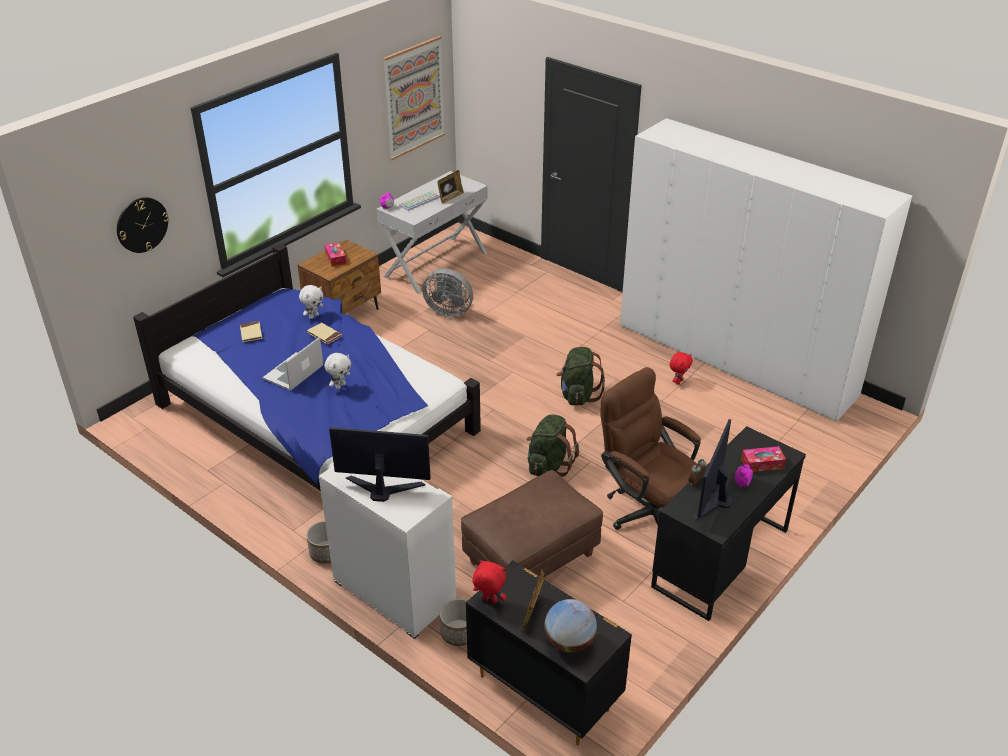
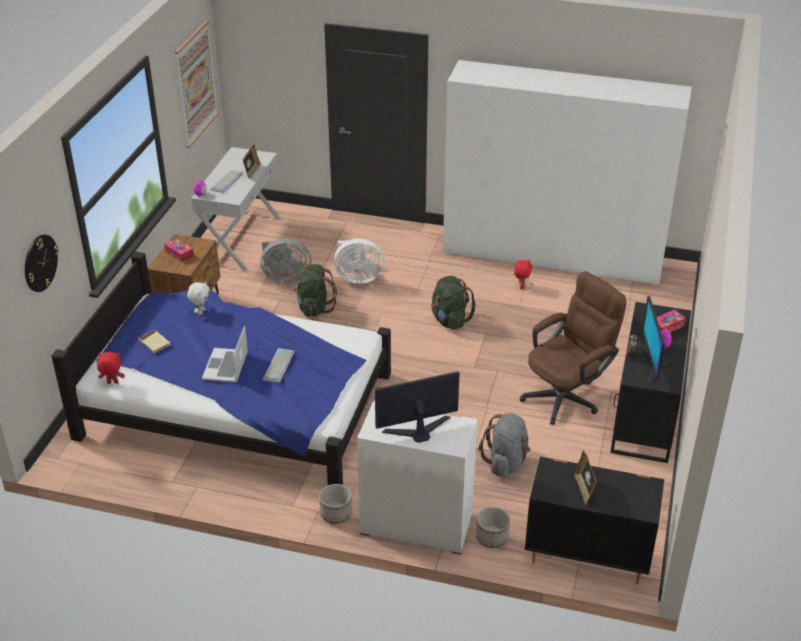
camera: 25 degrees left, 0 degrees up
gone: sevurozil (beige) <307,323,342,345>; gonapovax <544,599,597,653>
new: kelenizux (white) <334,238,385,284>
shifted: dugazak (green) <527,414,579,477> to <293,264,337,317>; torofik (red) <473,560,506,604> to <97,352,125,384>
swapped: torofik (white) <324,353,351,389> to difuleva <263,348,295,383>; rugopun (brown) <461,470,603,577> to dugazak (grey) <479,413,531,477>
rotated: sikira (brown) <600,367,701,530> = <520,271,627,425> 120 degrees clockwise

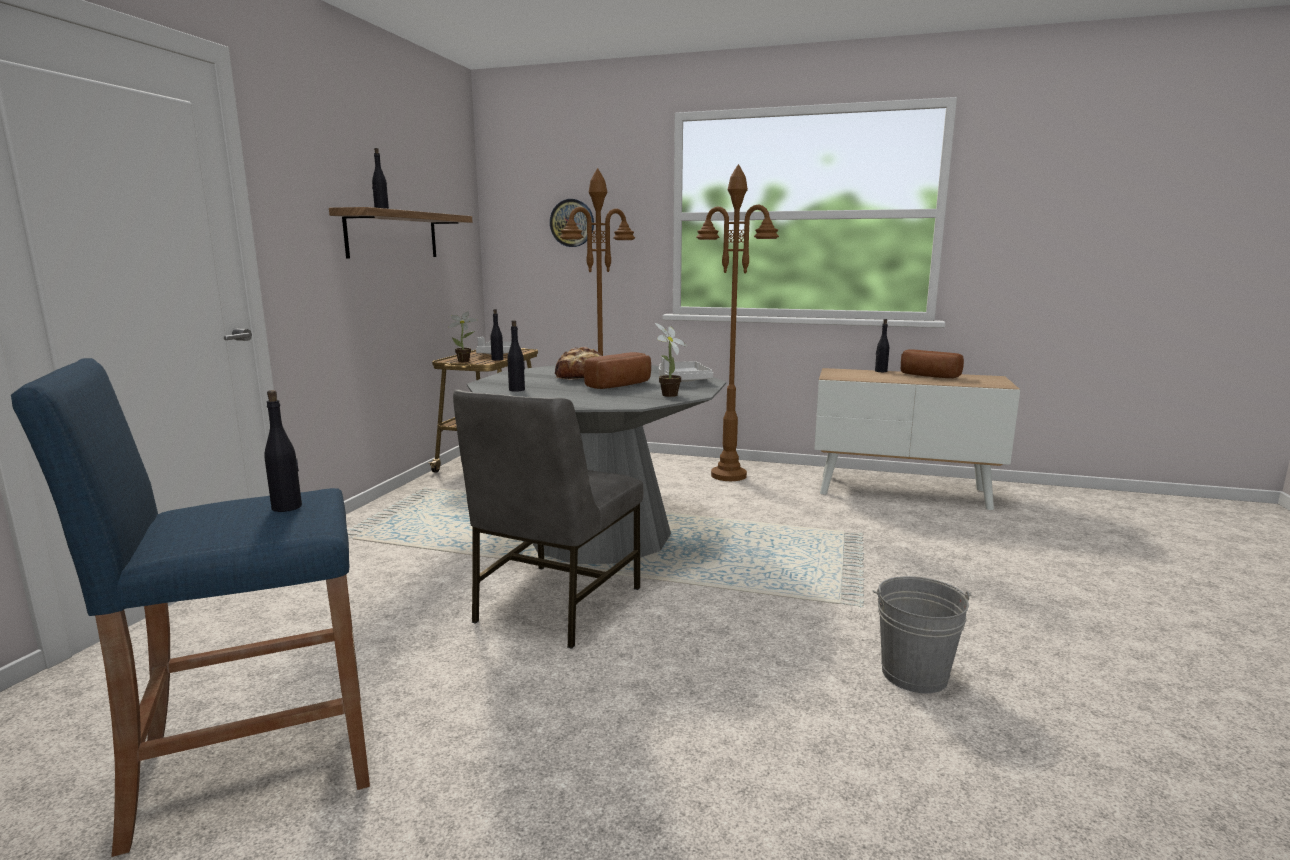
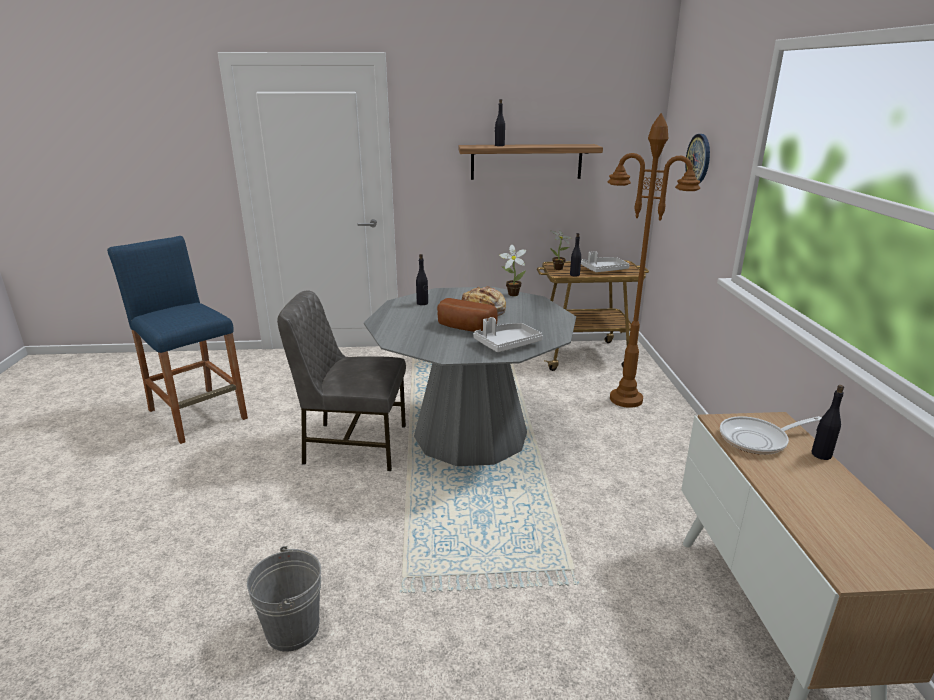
camera: 70 degrees right, 10 degrees up
gone: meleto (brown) <696,164,779,481>; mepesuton <901,350,964,378>; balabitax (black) <264,390,302,512>
new: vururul <720,416,822,455>
shifted: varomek <655,323,687,397> to <499,244,527,296>

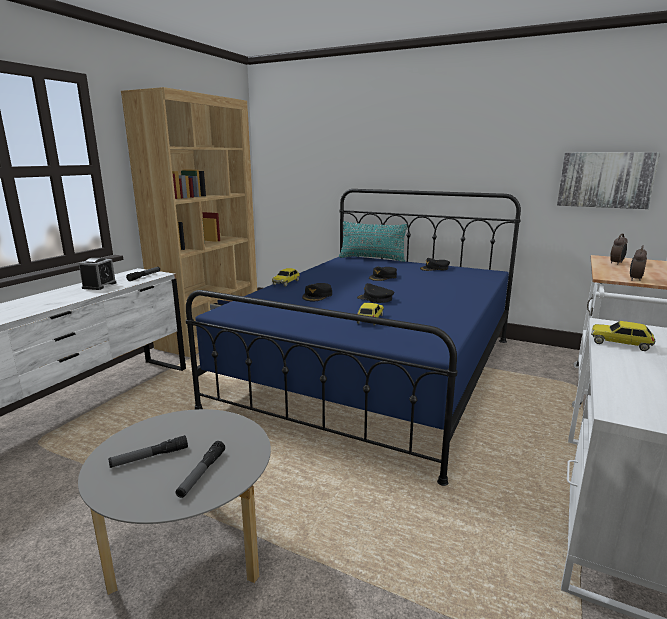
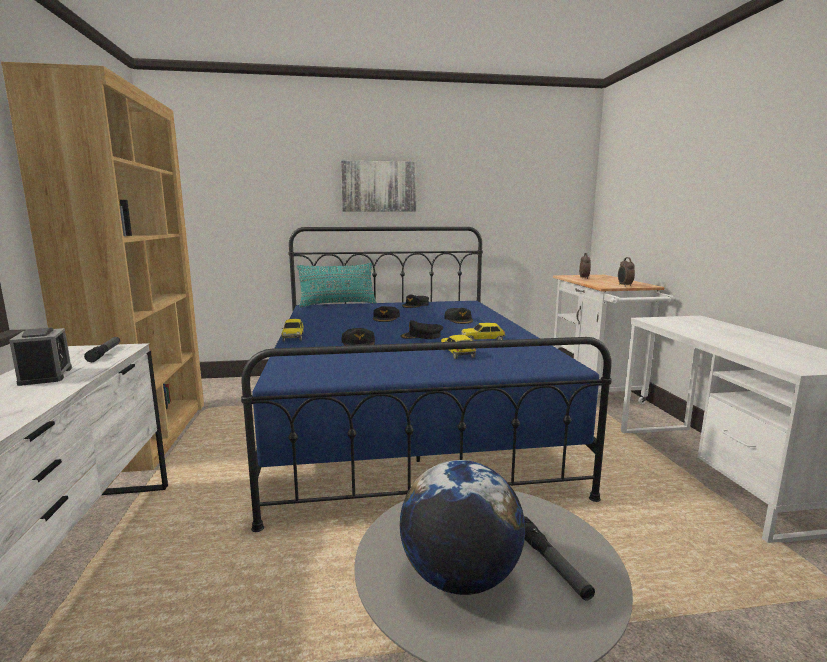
camera: 35 degrees left, 5 degrees down
new: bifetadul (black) <444,308,473,324>
shifted: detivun <557,152,660,209> to <341,160,417,212>; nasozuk <591,321,656,351> to <461,323,506,341>
swapped: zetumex <108,435,188,468> to gonapovax <400,460,525,595>

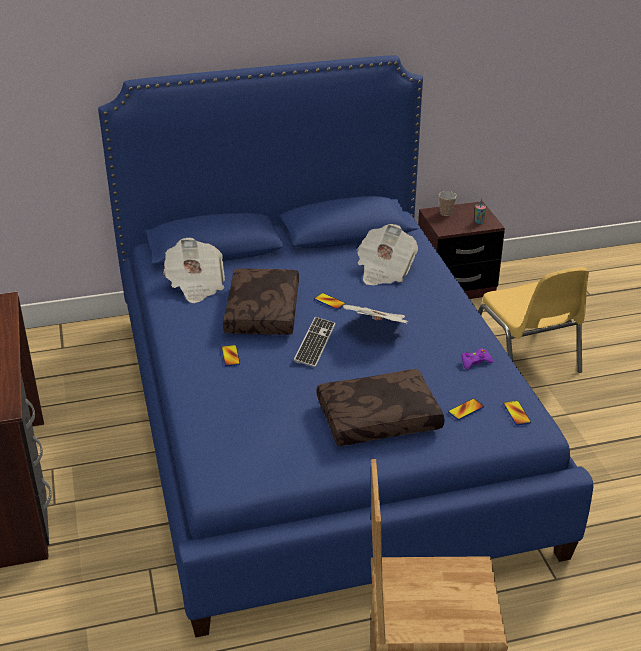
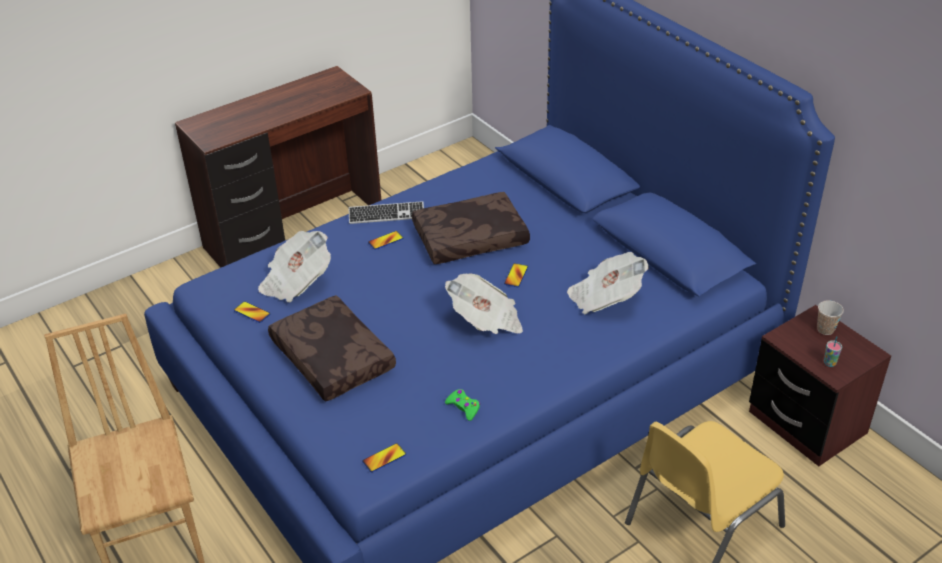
camera: 70 degrees right, 5 degrees up
shifted: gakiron <163,238,225,303> to <258,231,331,302>; difuleva <293,317,336,367> to <348,201,424,224>; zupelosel <448,398,484,420> to <234,301,270,323>
repainted: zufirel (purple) <462,348,493,370> to zufirel (green) <445,389,480,421>

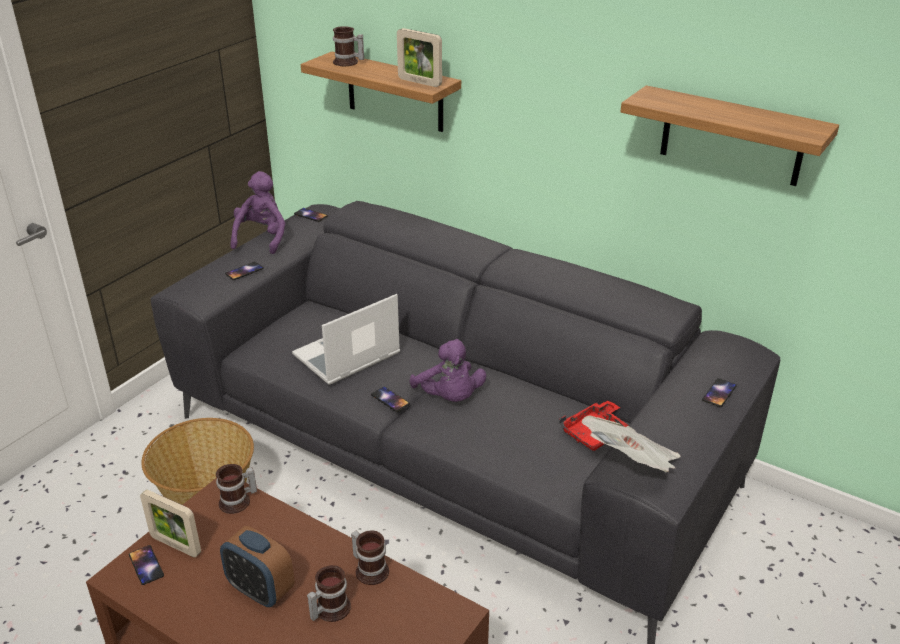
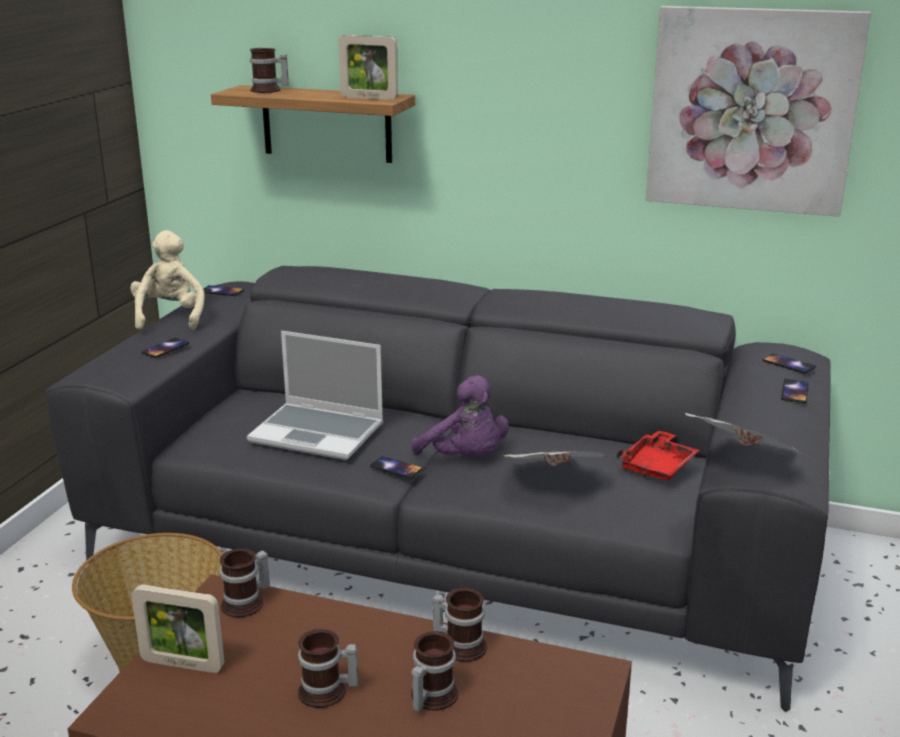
camera: 15 degrees left, 10 degrees down
new: gakiron <503,451,606,466>
shifted: zupelosel <129,545,164,585> to <763,353,816,374>
swapped: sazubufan <621,85,839,186> to detivun <646,6,871,217>; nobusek <220,526,295,607> to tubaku <298,629,359,708>
repainted: torofik (purple) <230,171,285,254> to torofik (beige) <130,230,204,330>
rotated: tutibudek <292,294,400,385> = <247,331,384,460> 105 degrees counterclockwise

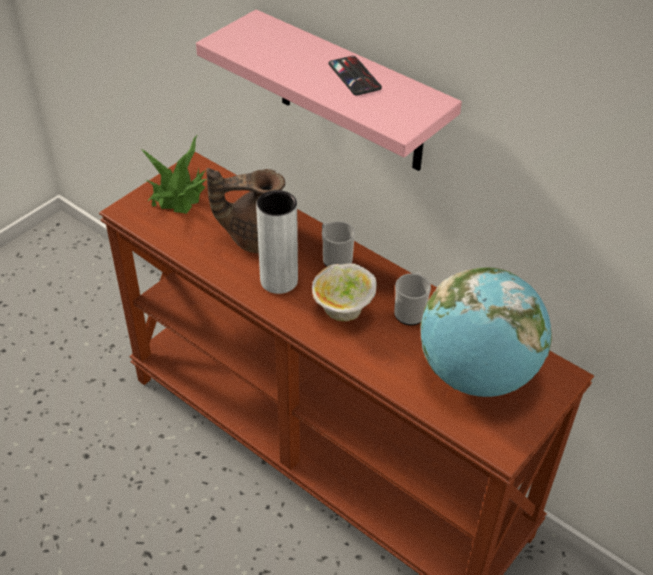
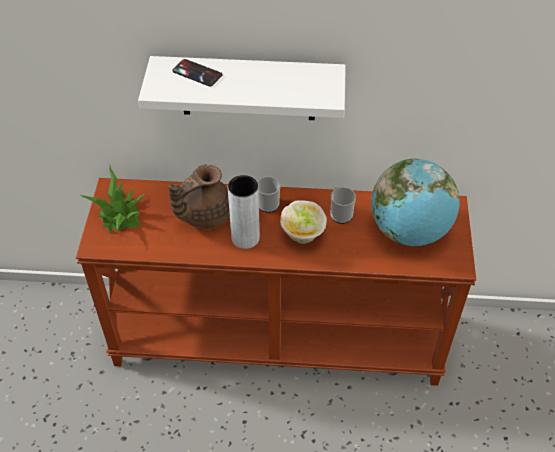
camera: 35 degrees left, 5 degrees up
shifted: zupelosel <329,56,382,95> to <172,59,223,87>
repainted: sazubufan (pink) <196,9,462,171> to sazubufan (white) <138,56,346,120>

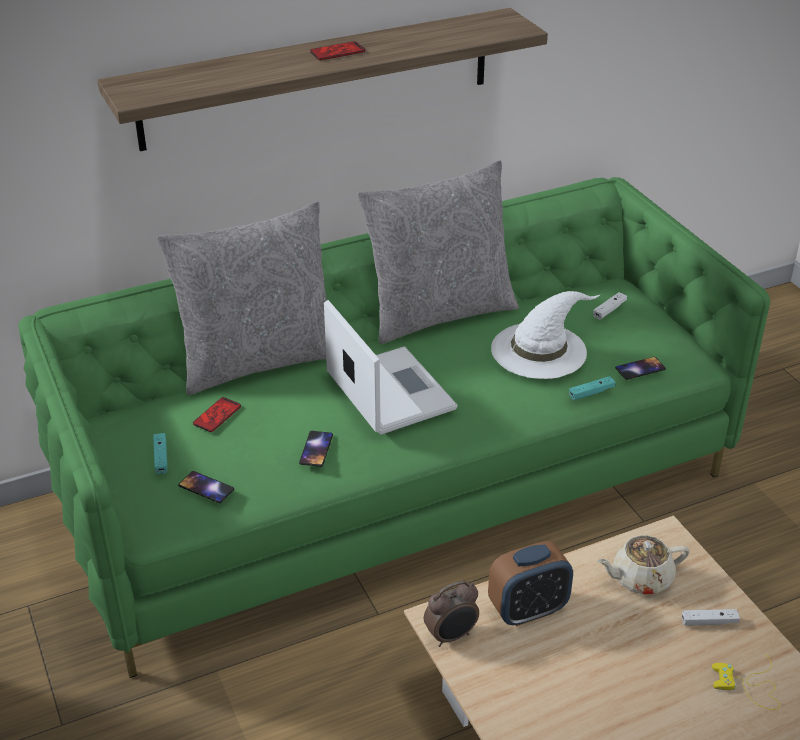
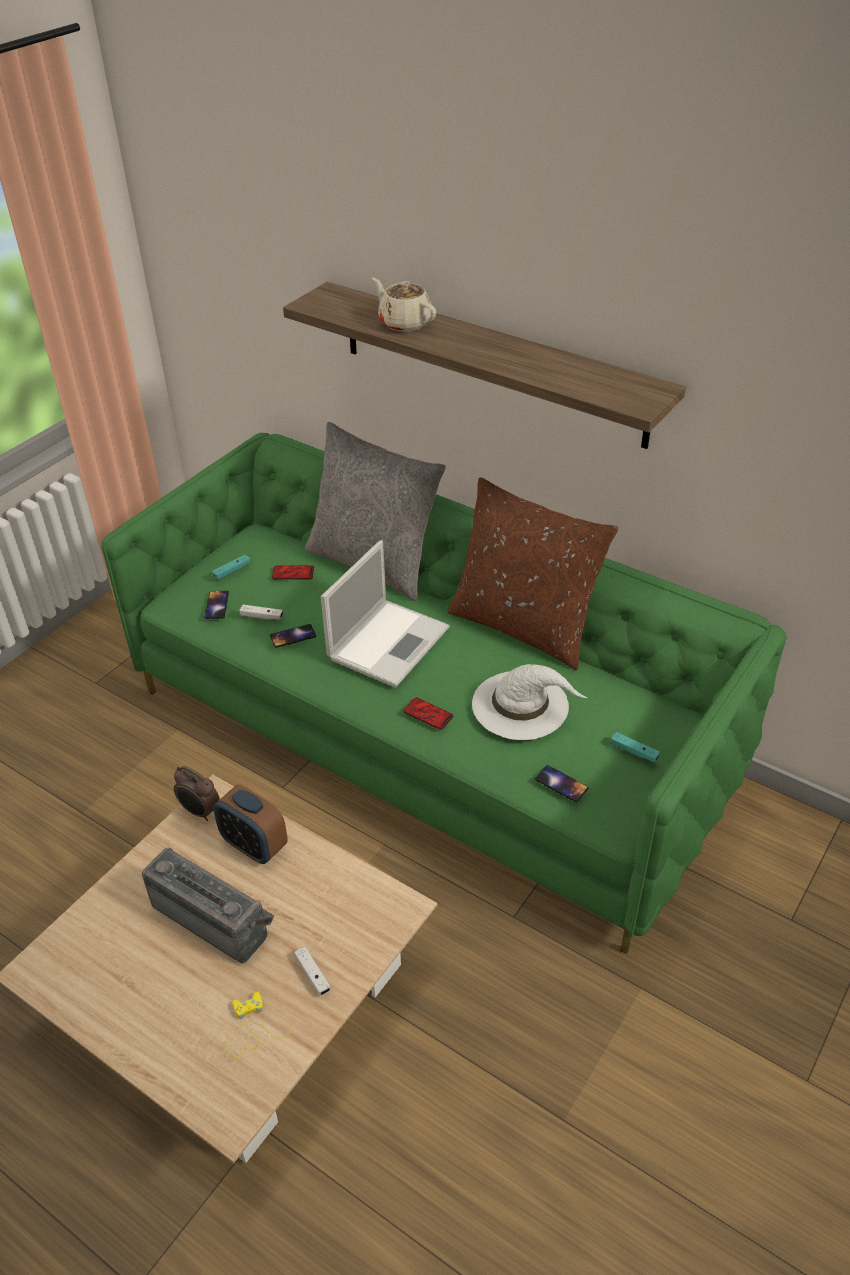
camera: 60 degrees right, 5 degrees up
new: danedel <142,847,274,963>
shifted: zupelosel <310,41,365,60> to <403,698,453,730>; zufirel (white) <593,292,627,320> to <239,605,283,620>; zufirel (turquoise) <569,376,616,400> to <611,732,660,762>; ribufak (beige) <597,535,689,594> to <372,278,436,332>
repainted: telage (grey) <357,160,519,344> to telage (brown) <447,477,618,670>

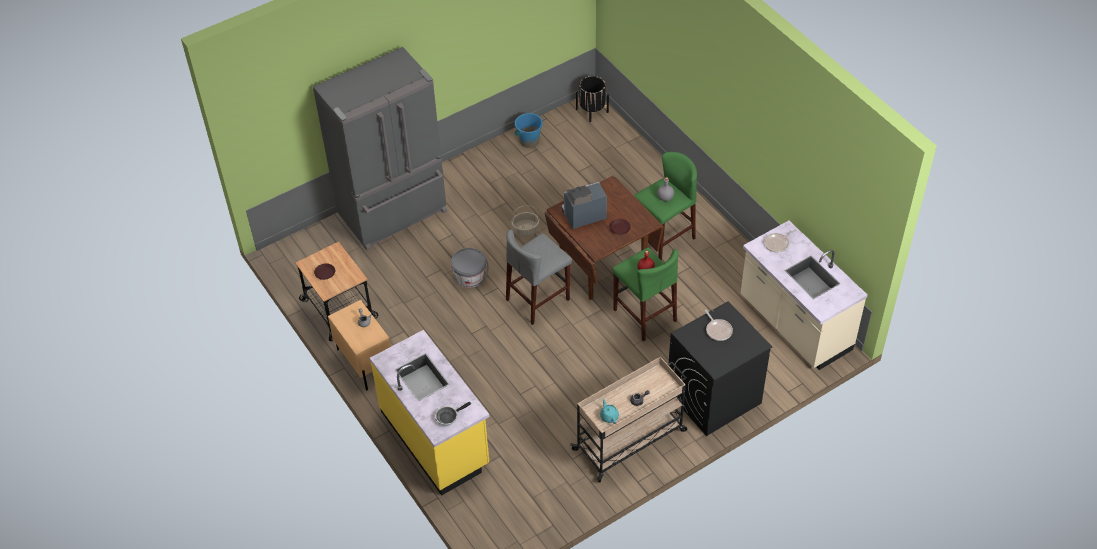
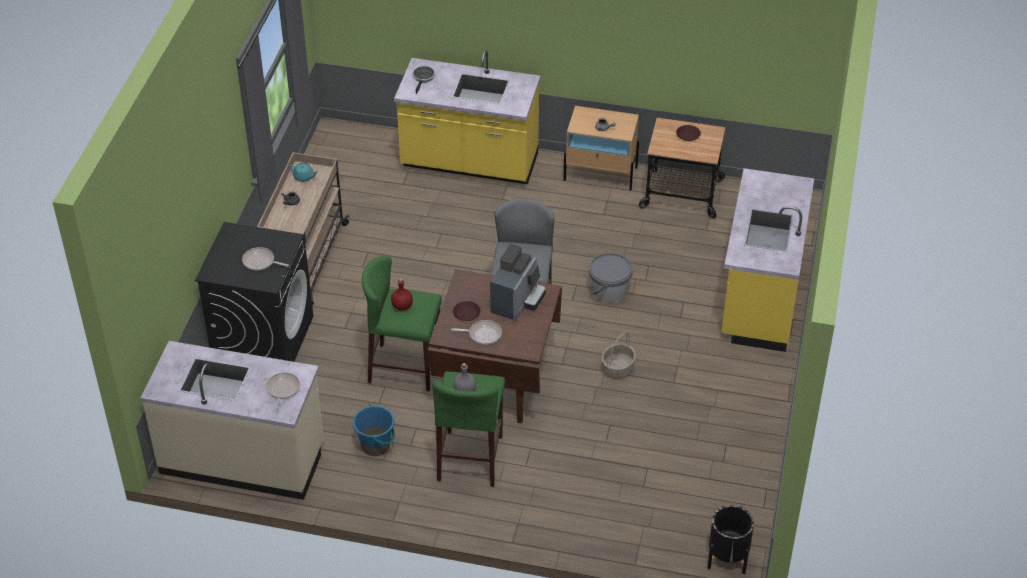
camera: 135 degrees right, 5 degrees down
new: vururul <451,320,502,345>
shifted: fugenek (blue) <514,113,543,148> to <353,405,395,456>
swapped: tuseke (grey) <313,47,447,250> to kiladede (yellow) <721,168,814,352>

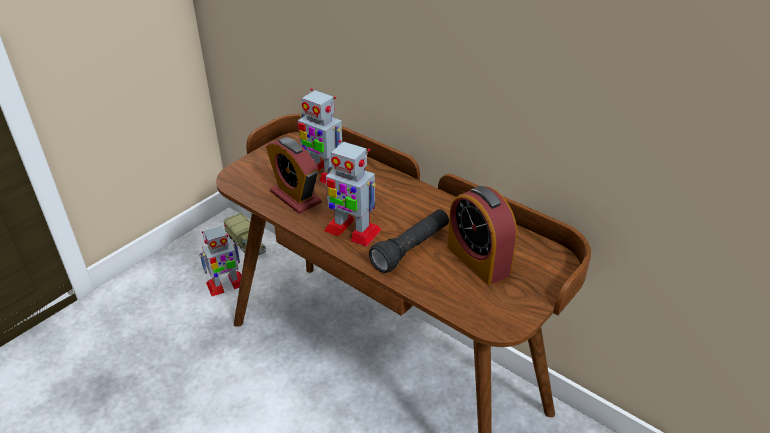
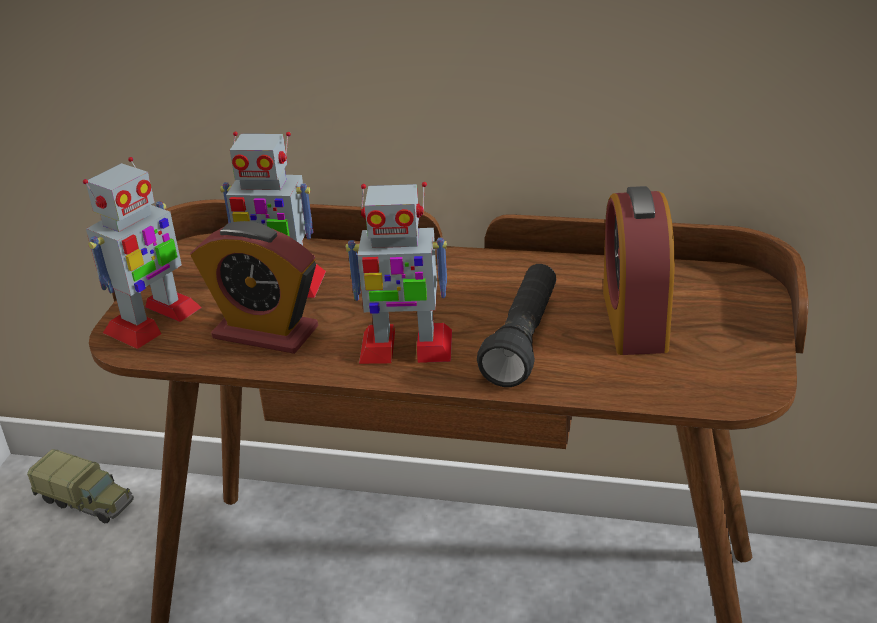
camera: 25 degrees left, 5 degrees down
shifted: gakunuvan <199,225,241,296> to <83,157,202,349>
rotated: nobusek <447,186,517,285> = <603,186,675,355> 60 degrees clockwise

